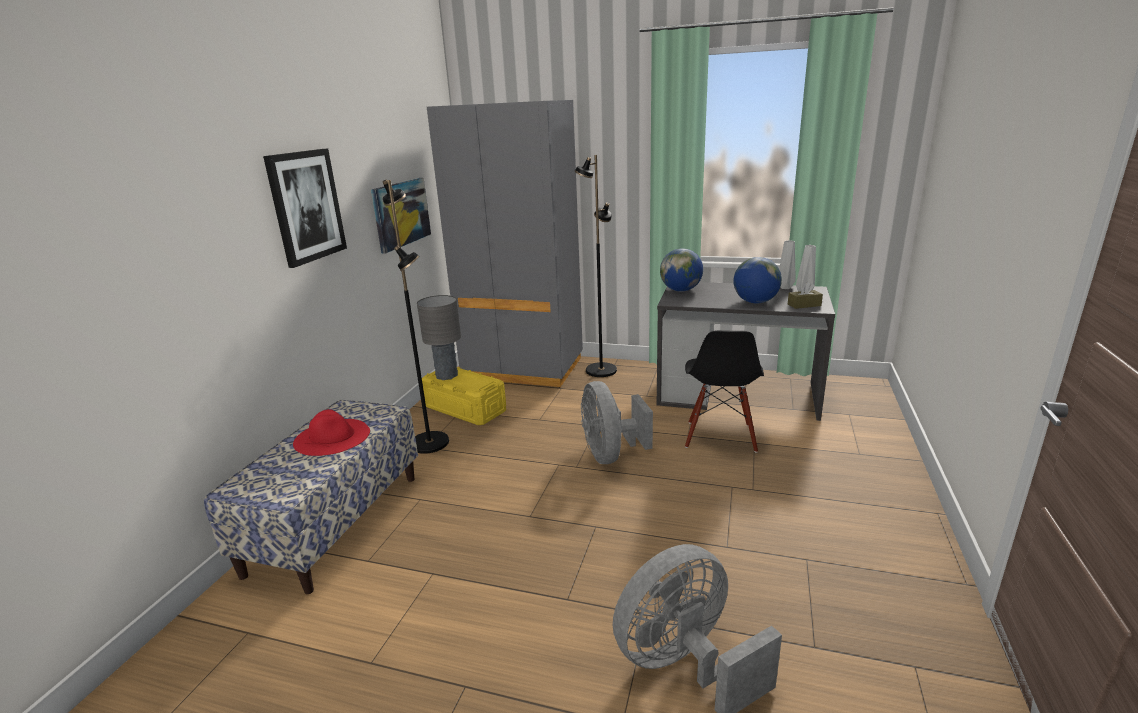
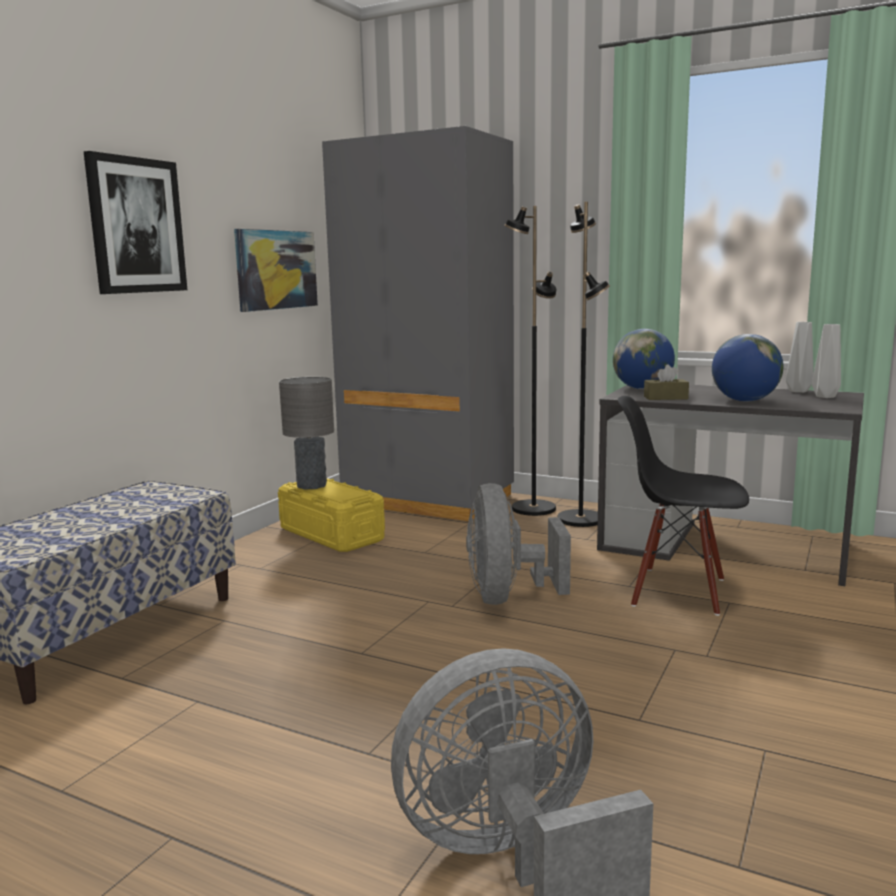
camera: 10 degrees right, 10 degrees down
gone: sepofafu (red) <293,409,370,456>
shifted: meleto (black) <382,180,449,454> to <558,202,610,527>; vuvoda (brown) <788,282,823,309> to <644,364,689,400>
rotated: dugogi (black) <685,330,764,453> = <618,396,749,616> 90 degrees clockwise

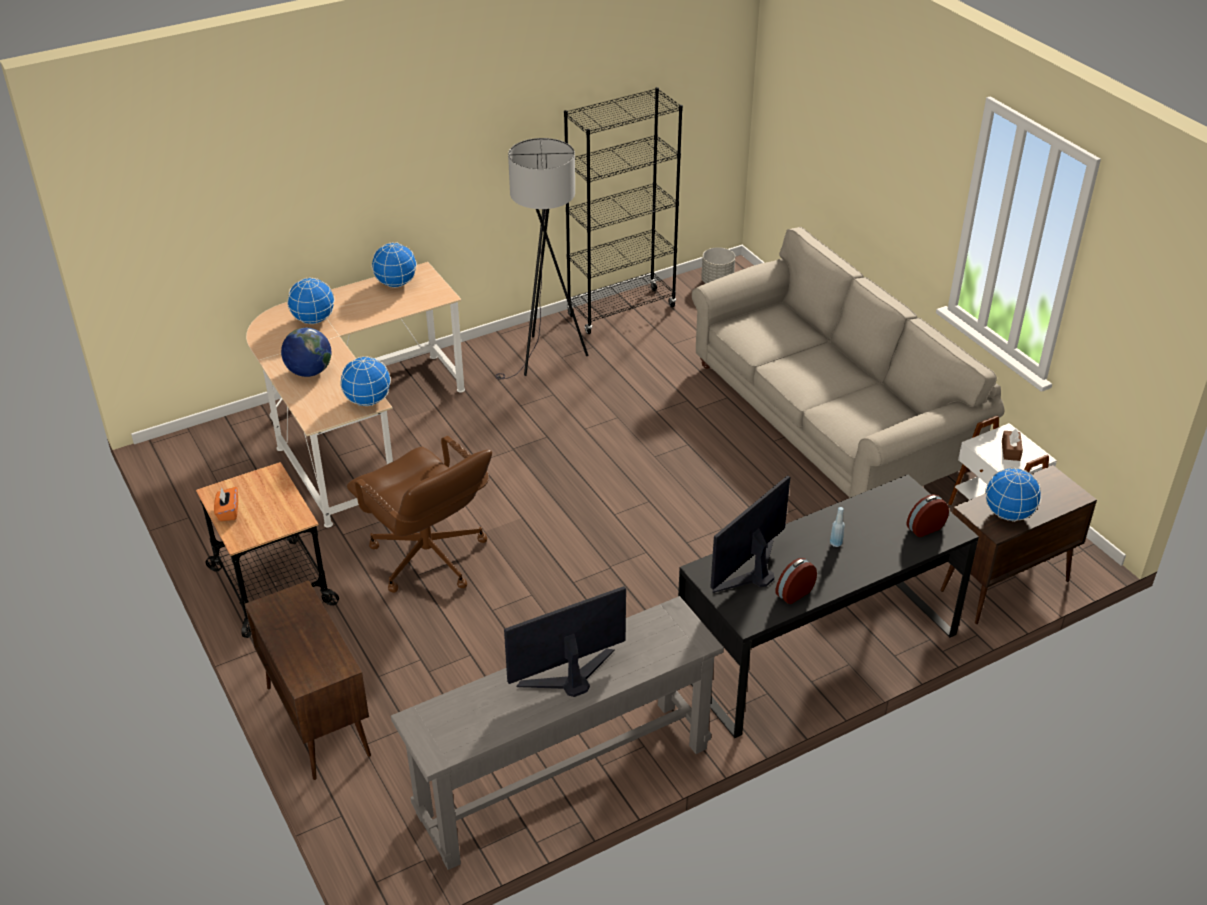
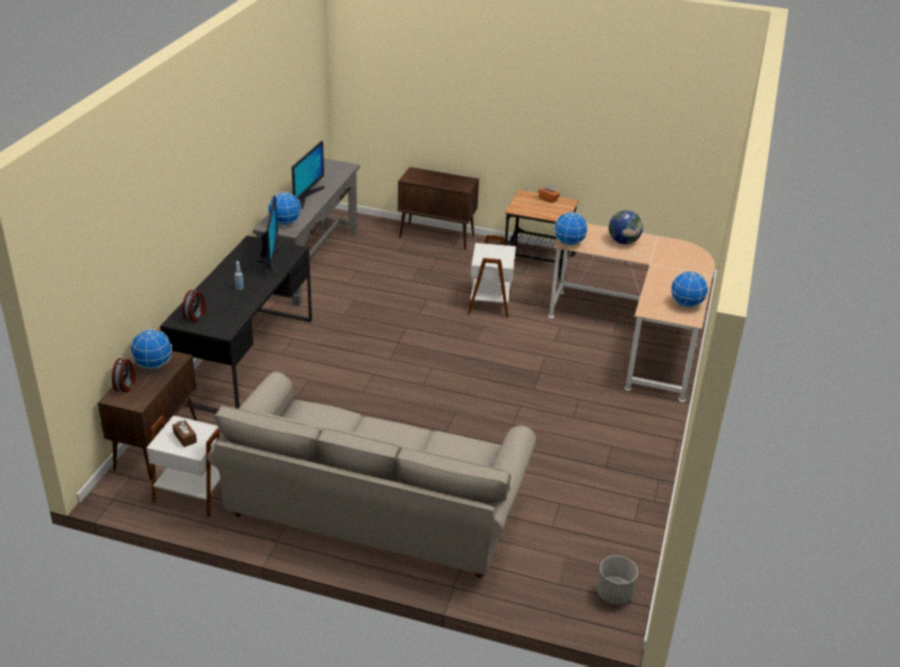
camera: 135 degrees right, 5 degrees down
gone: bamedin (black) <564,87,683,334>; meleto (grey) <496,138,588,379>
shifted: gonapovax <287,278,335,324> to <268,192,301,226>; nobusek <775,558,817,604> to <112,358,136,392>
swapped: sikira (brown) <347,436,492,593> to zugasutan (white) <468,235,516,318>

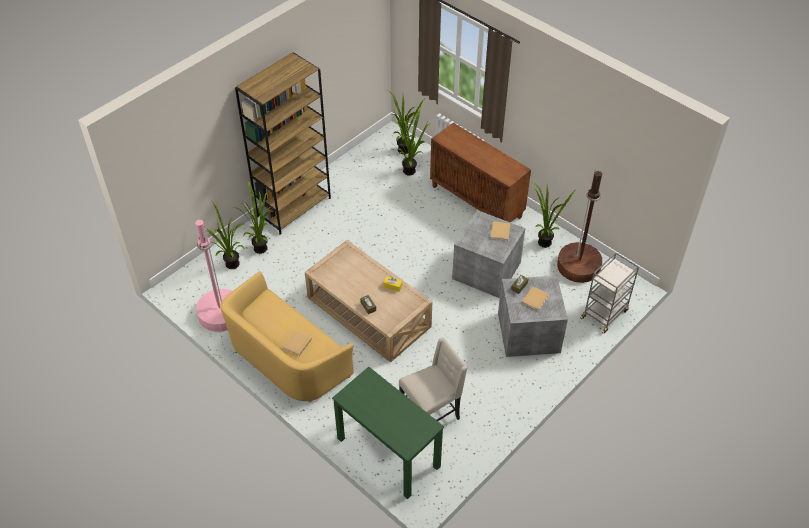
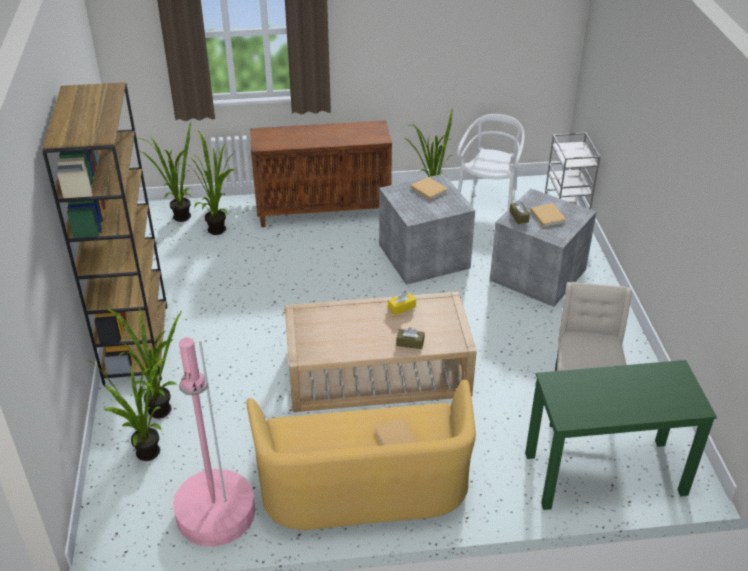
camera: 50 degrees left, 10 degrees down
swapped: meleto (brown) <557,169,602,283> to dugogi (white) <457,114,525,210>

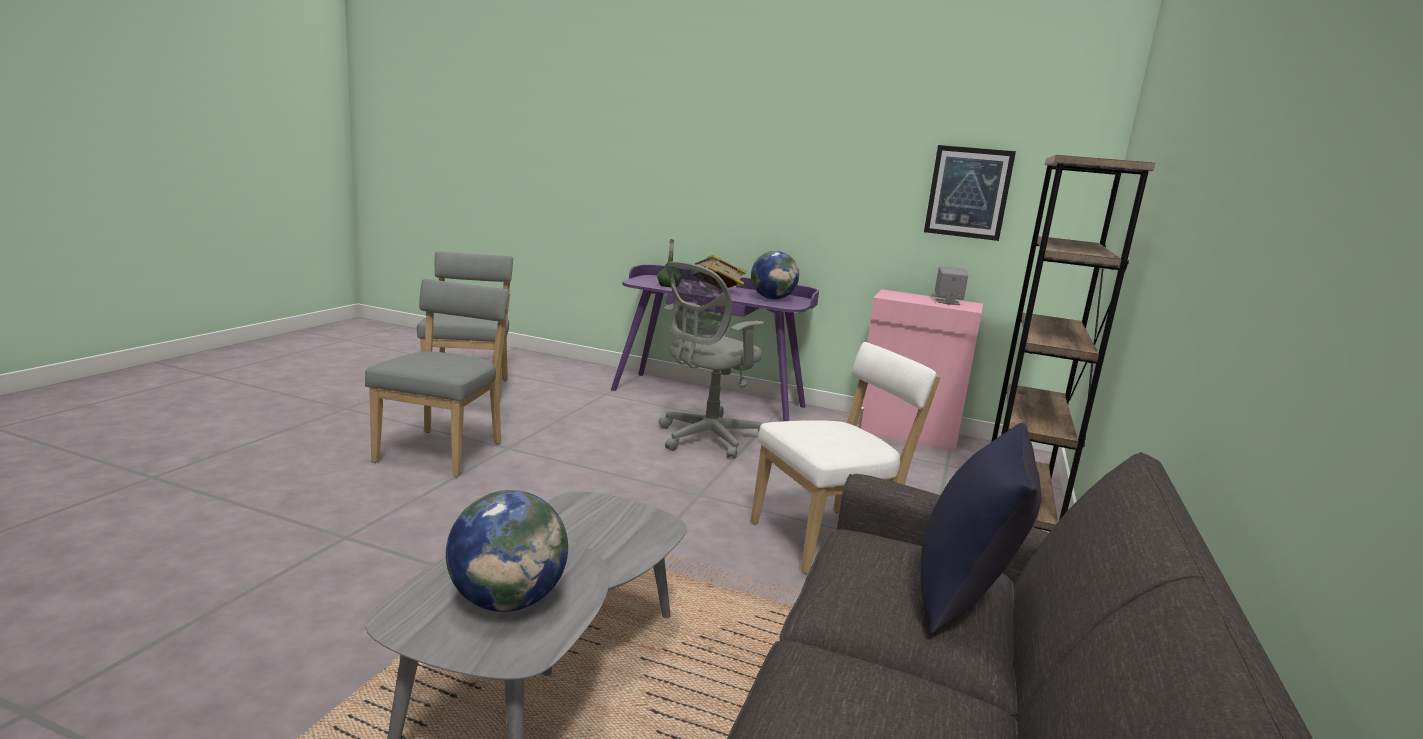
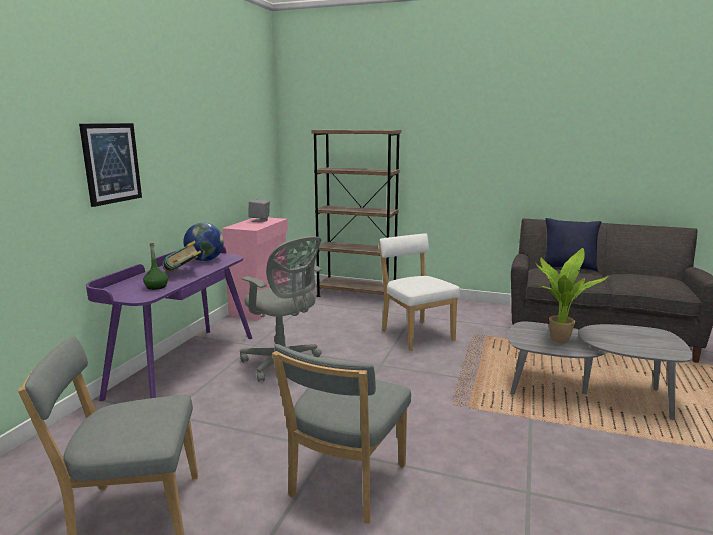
camera: 90 degrees left, 0 degrees up
gone: gonapovax <446,490,568,612>
new: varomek <535,248,608,344>
shifted: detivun <924,145,1016,241> to <79,123,142,207>
rotated: dugogi (grey) <365,279,510,477> = <272,344,411,524> 75 degrees counterclockwise

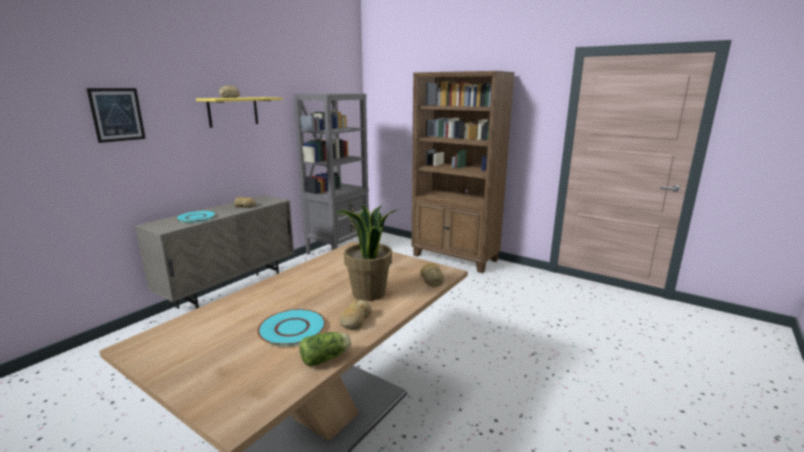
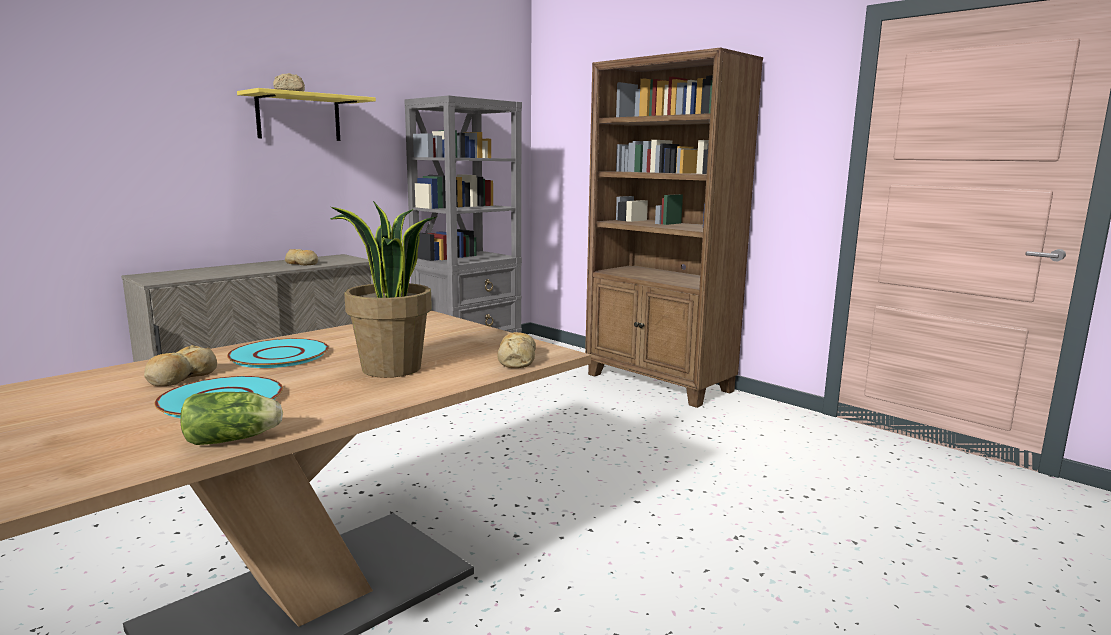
camera: 10 degrees right, 5 degrees down
gone: detivun <86,88,146,143>
shifted: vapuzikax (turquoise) <175,211,216,223> to <227,338,329,368>; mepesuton <340,299,372,330> to <144,345,217,386>

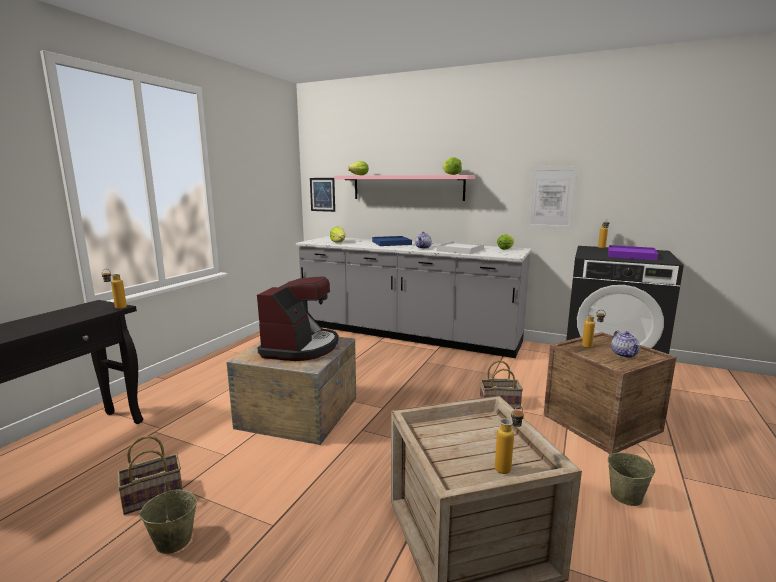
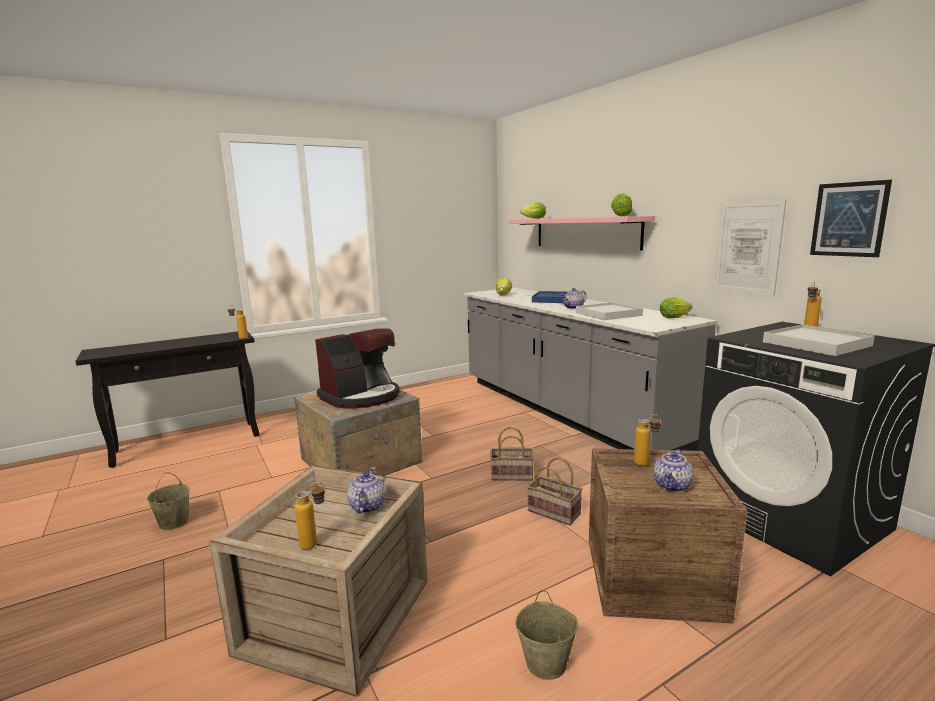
camera: 35 degrees right, 0 degrees up
new: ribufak <347,467,386,513>
shifted: detivun <310,178,335,212> to <810,180,892,257>; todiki <117,436,183,515> to <490,427,534,481>
repainted: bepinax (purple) <608,245,658,261> to bepinax (white) <763,324,875,356>

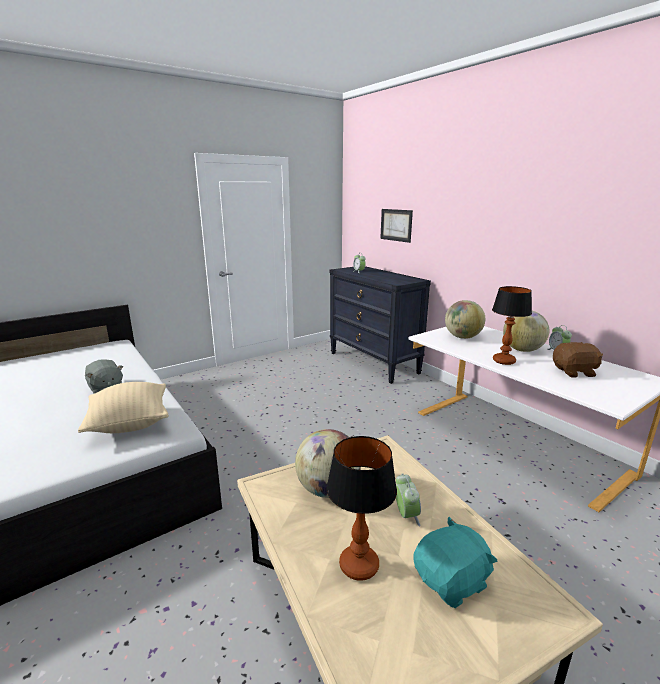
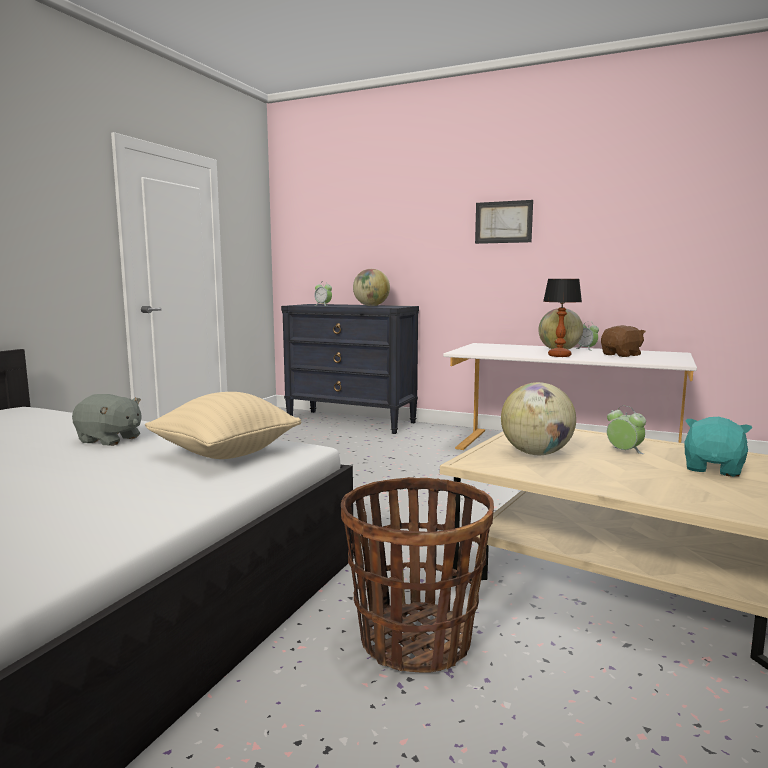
camera: 30 degrees left, 10 degrees down
gone: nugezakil <327,436,397,581>
new: todiki <341,477,494,673>
shifted: detivun <380,209,413,243> to <475,200,533,244>; gonapovax <445,300,485,339> to <353,269,390,306>

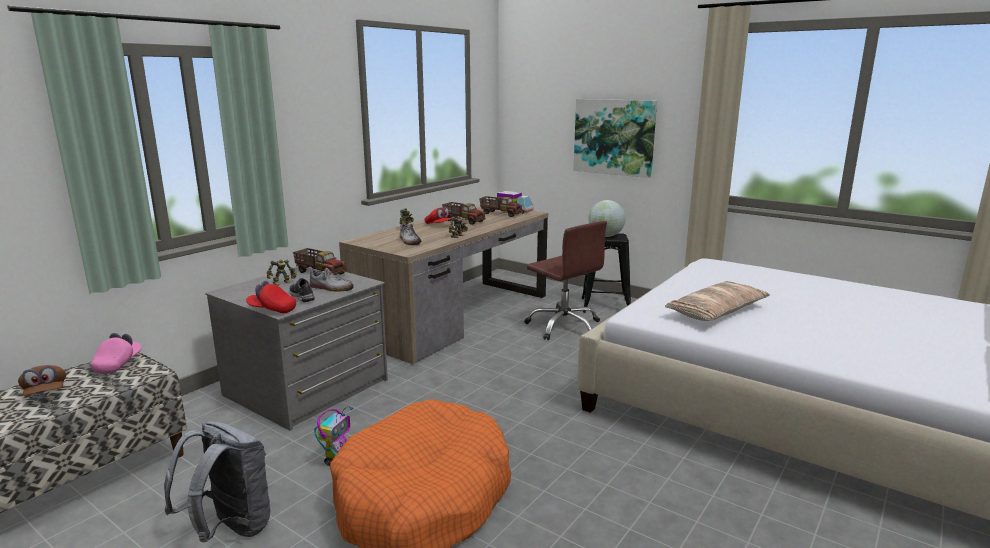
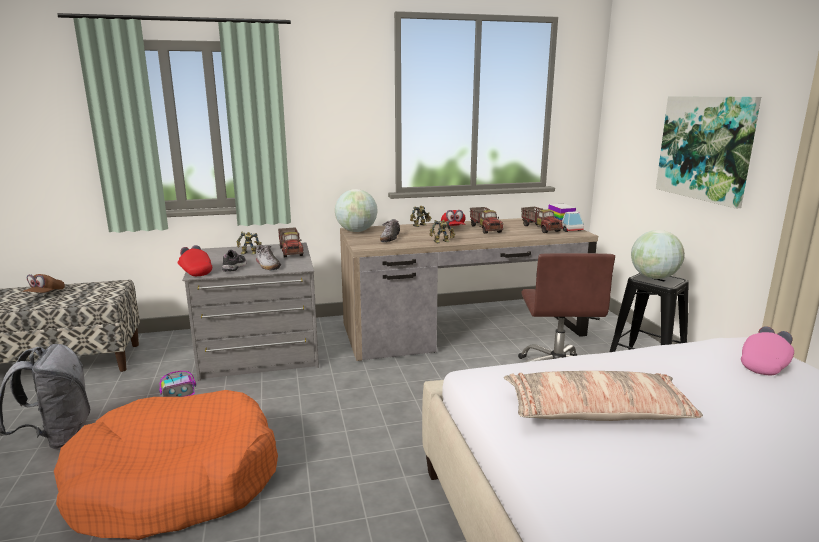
camera: 40 degrees right, 0 degrees up
new: gonapovax <335,189,377,232>
shifted: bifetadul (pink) <90,333,141,374> to <741,326,794,375>

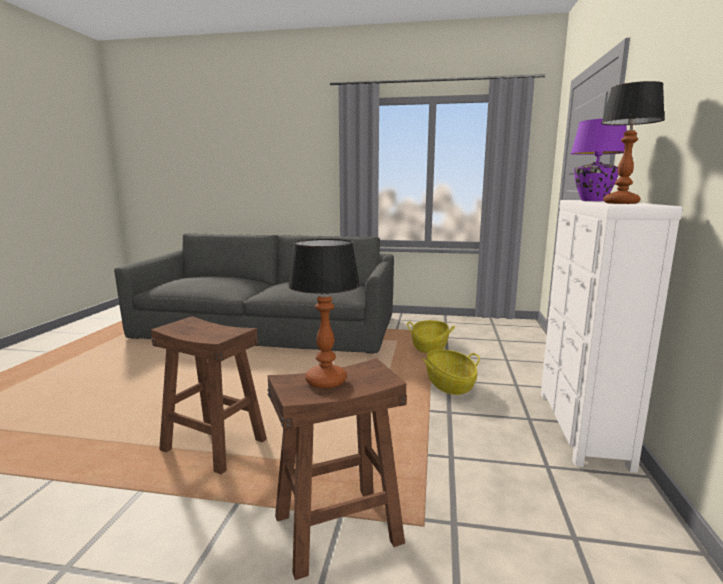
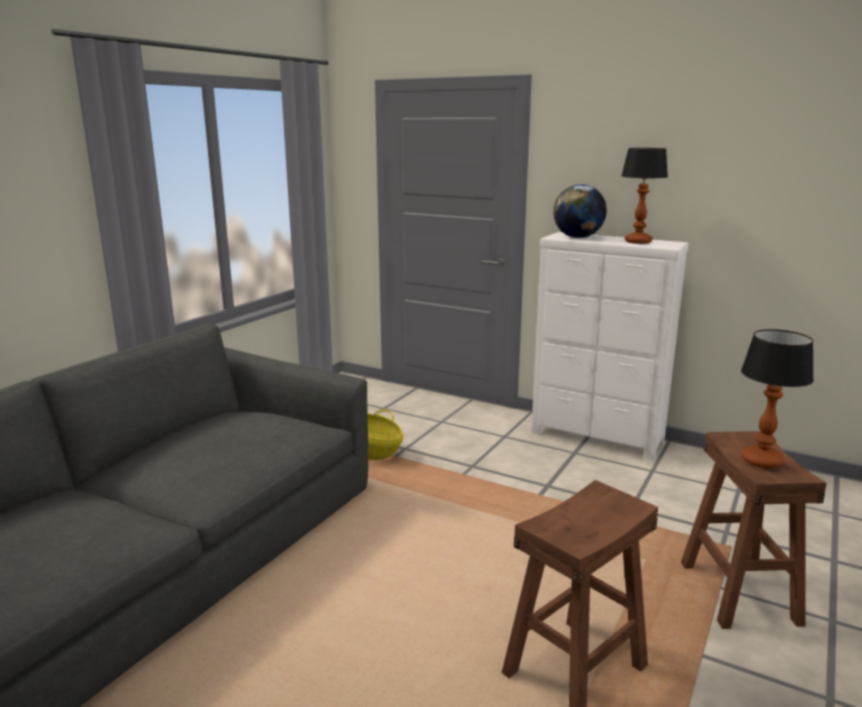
camera: 70 degrees left, 5 degrees up
gone: todiki <422,349,480,395>
swapped: nugezakil (purple) <571,119,627,201> to gonapovax <553,184,607,238>

